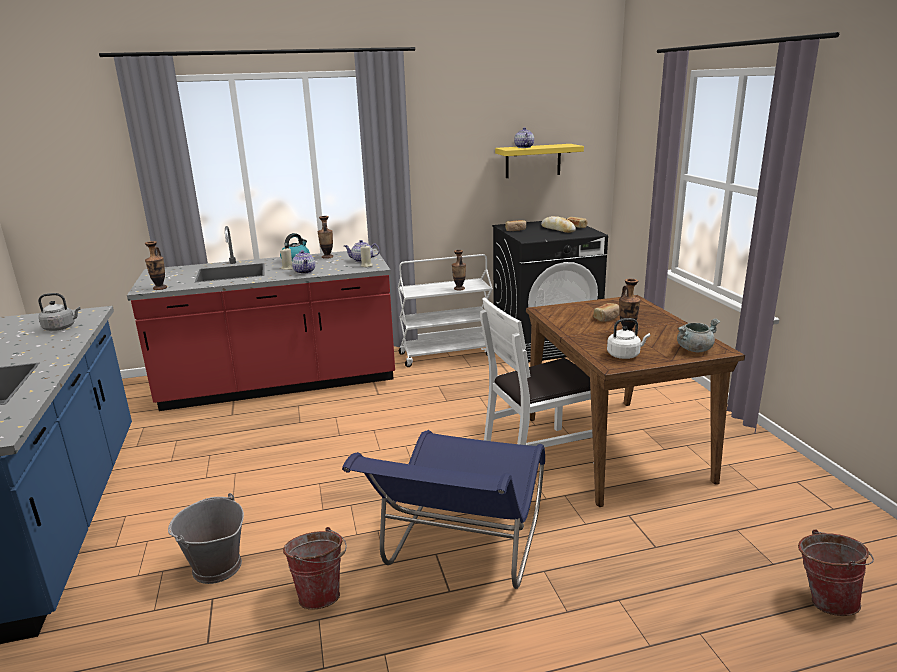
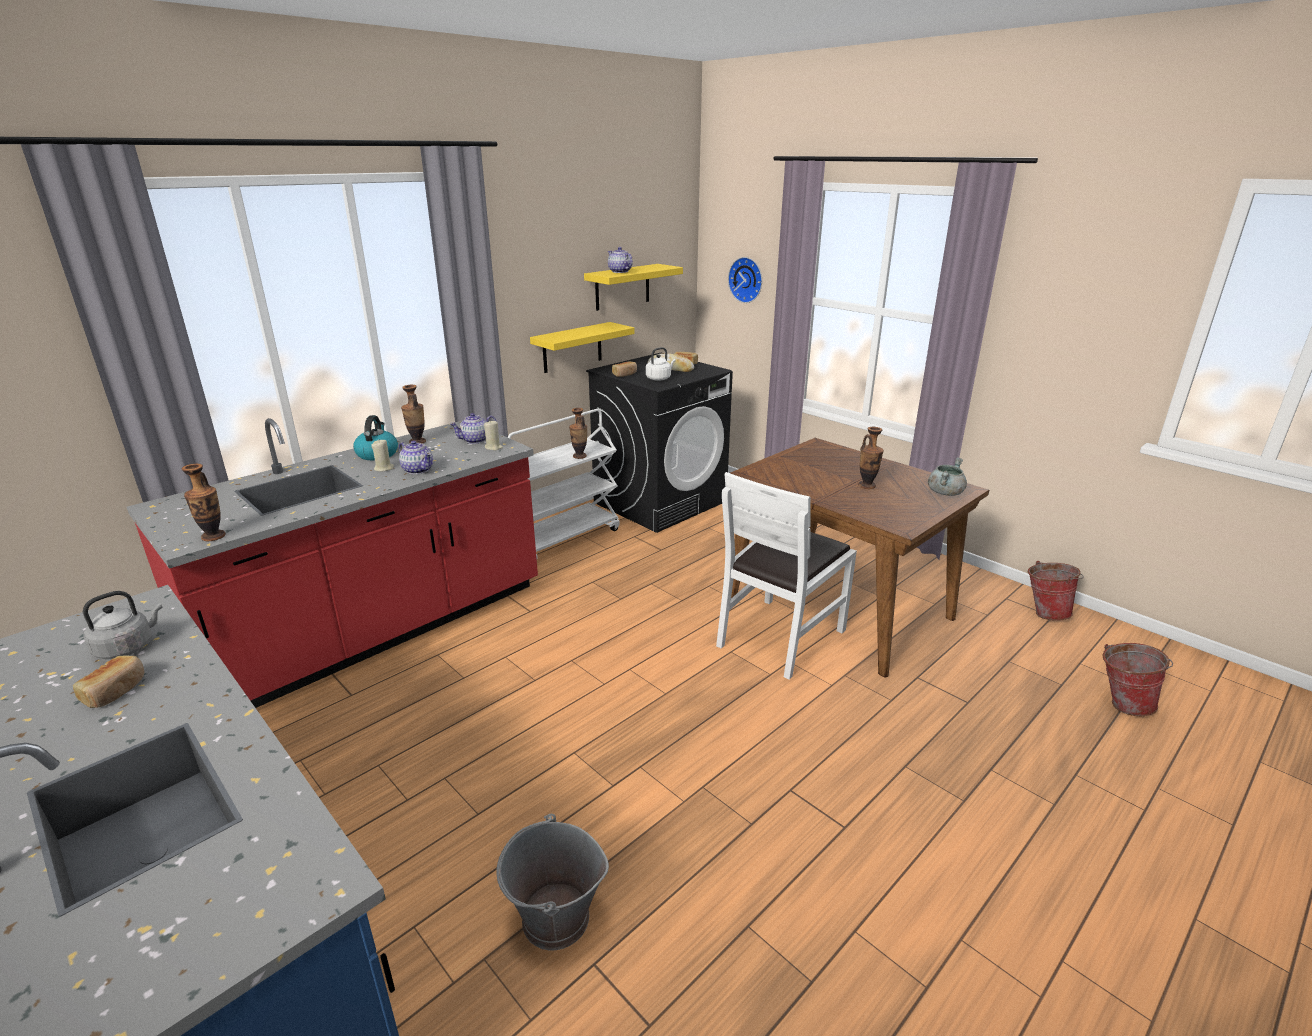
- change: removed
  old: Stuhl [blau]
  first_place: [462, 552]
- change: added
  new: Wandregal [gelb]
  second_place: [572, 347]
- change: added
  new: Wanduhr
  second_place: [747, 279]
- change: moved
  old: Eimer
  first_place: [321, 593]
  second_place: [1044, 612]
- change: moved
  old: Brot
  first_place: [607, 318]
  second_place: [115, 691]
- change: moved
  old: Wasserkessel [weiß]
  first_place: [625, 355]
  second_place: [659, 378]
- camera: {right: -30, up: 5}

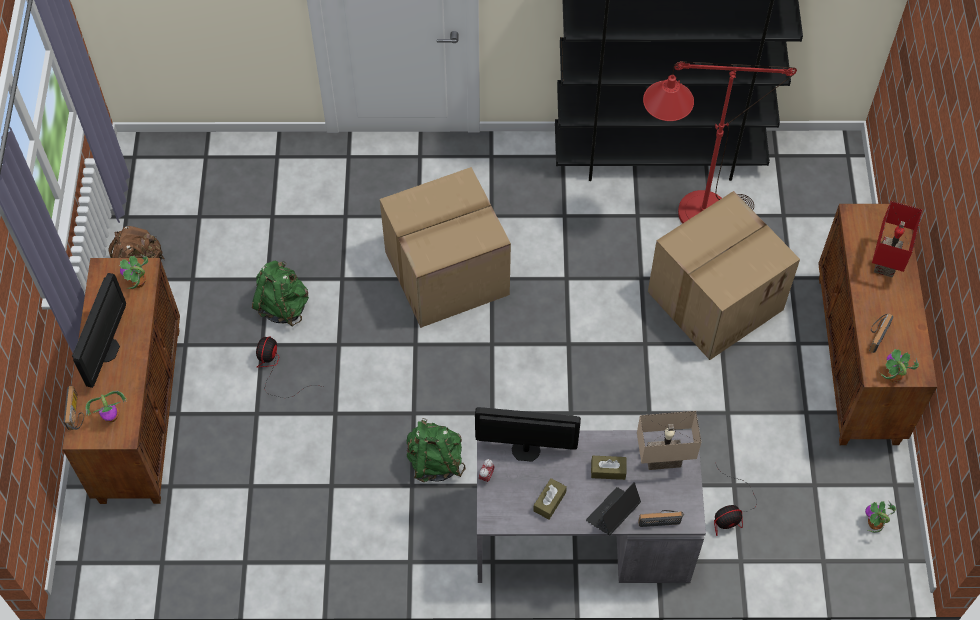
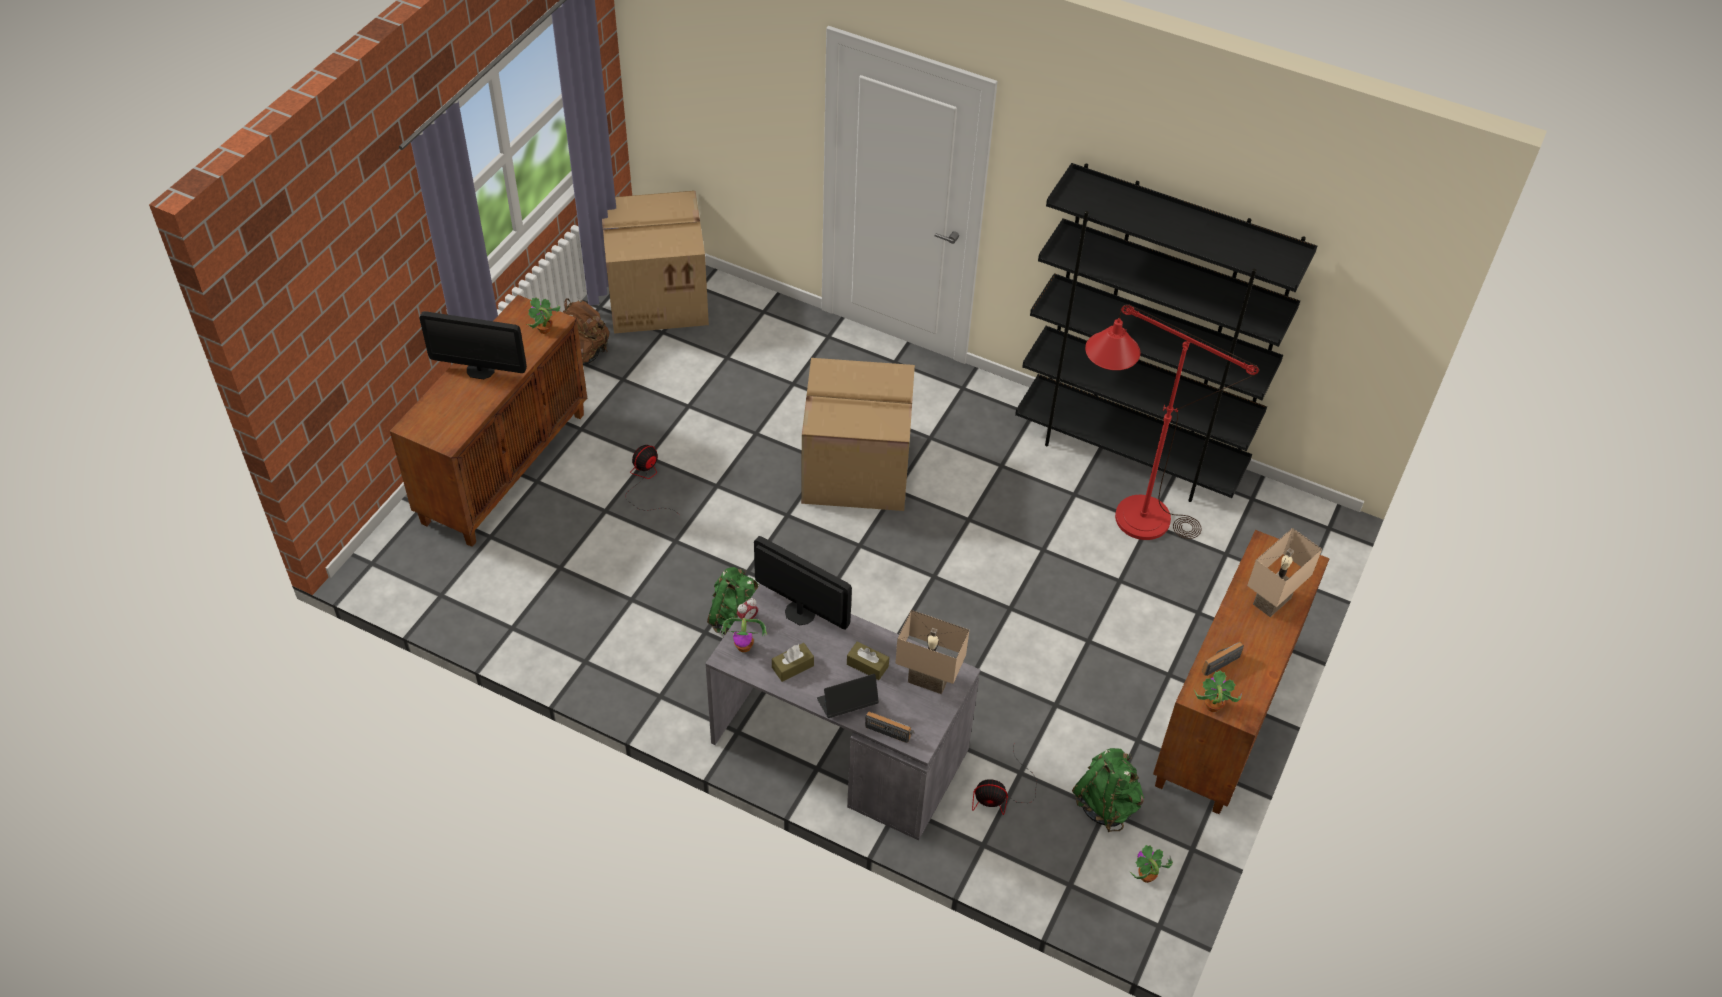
- change: removed
  old: Radio
  first_place: [76, 413]
- change: moved
  old: Topfpflanze
  first_place: [111, 416]
  second_place: [744, 646]
- change: moved
  old: Rucksack [grün]
  first_place: [283, 306]
  second_place: [1106, 804]
- change: moved
  old: Karton
  first_place: [715, 299]
  second_place: [659, 295]
- change: recoloured
  old: Tischlampe [rot]
  new: Tischlampe [beige]
  first_place: [887, 263]
  second_place: [1273, 602]
- change: turned
  old: Monitor
  first_place: [106, 350]
  second_place: [480, 370]
  degrees: 60
- camera: {right: 25, up: -10}

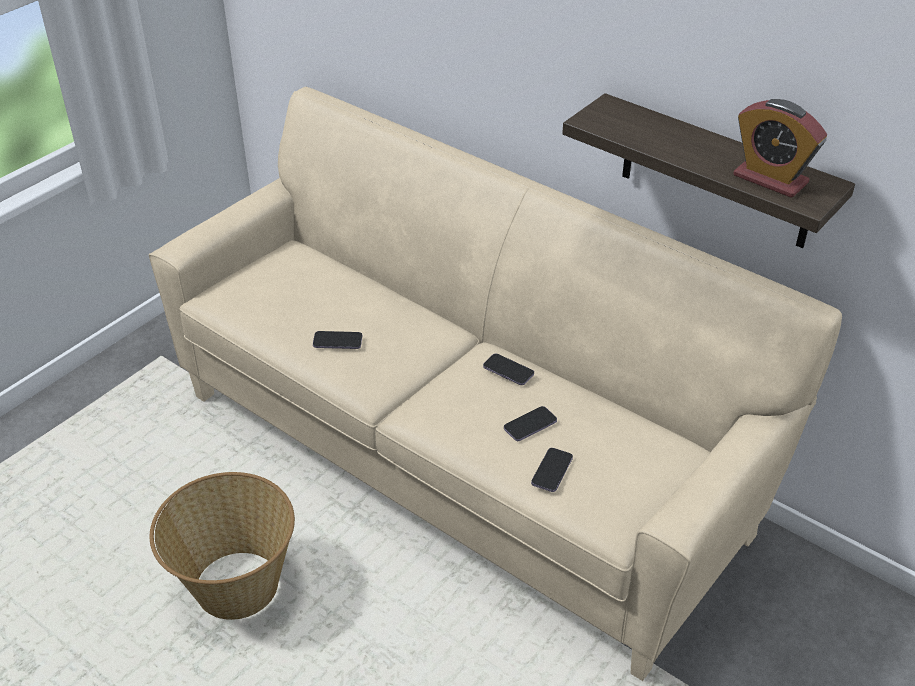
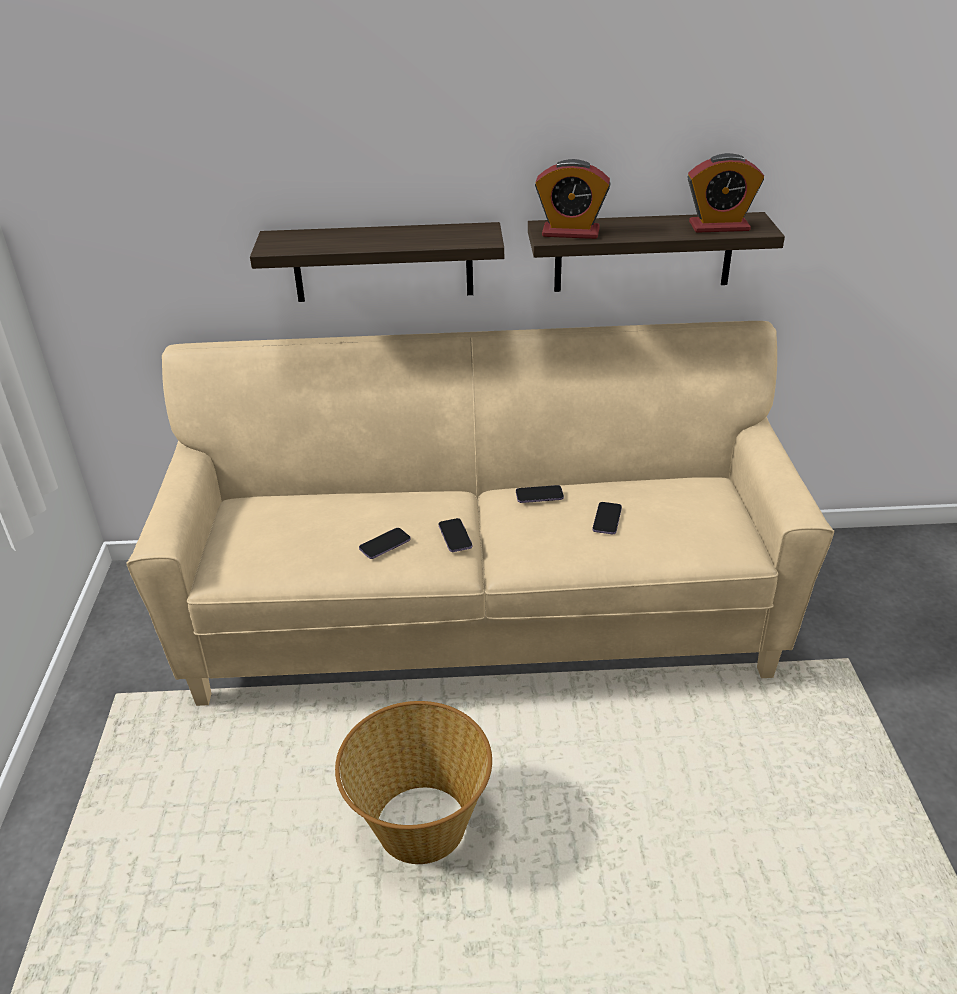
- change: added
  new: Wandregal
  second_place: [383, 262]
- change: added
  new: Wecker
  second_place: [570, 232]
- change: moved
  old: Handy
  first_place: [552, 471]
  second_place: [455, 537]
- camera: {right: -40, up: -5}

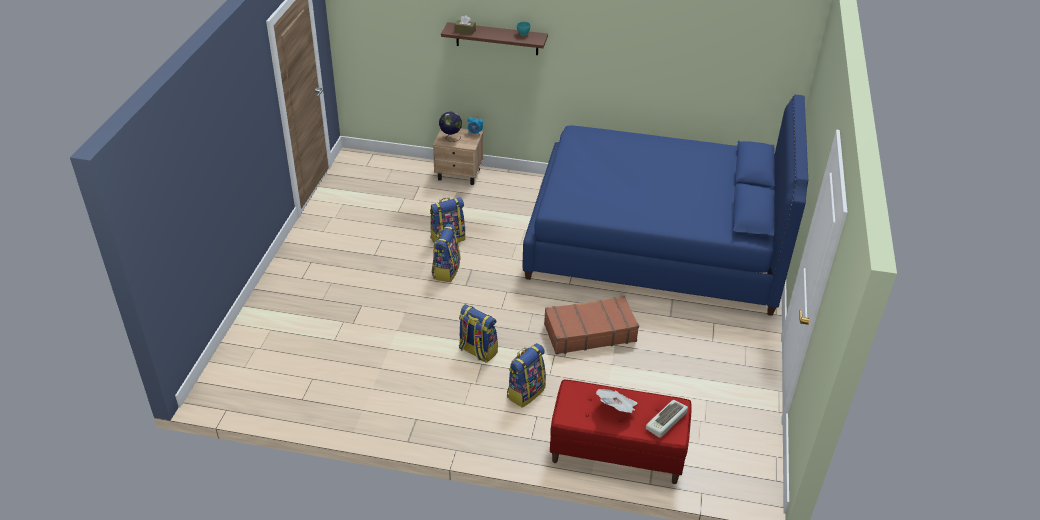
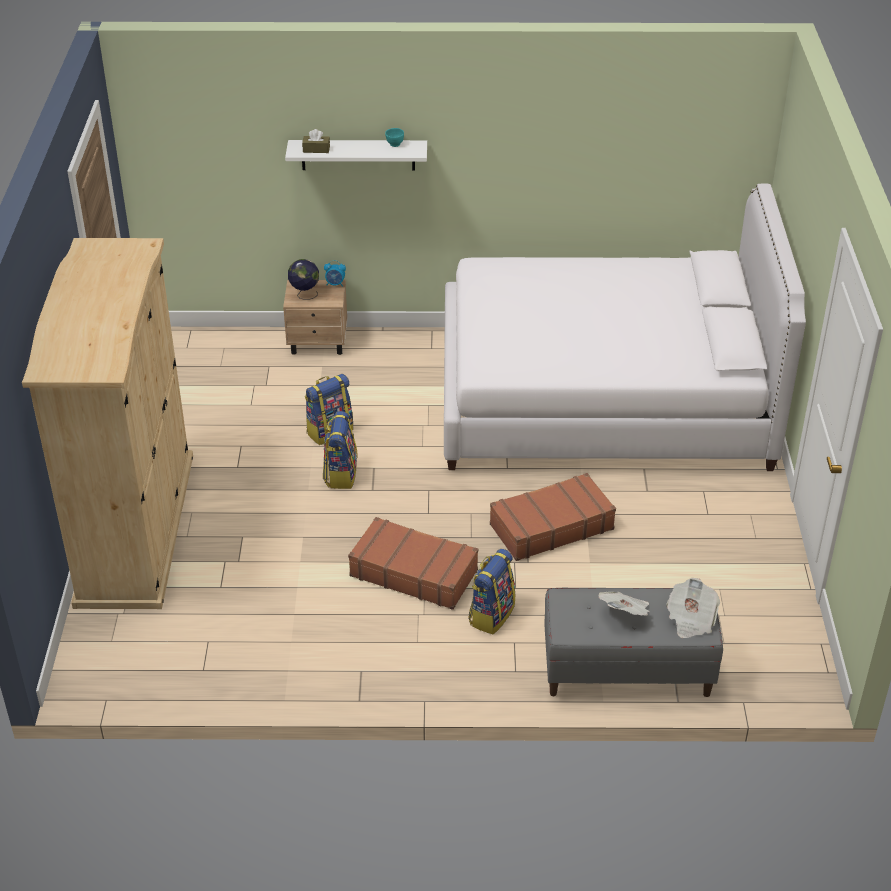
- change: added
  new: Kleiderschrank [beige]
  second_place: [135, 528]
- change: replaced
  old: Rucksack
  new: Koffer [braun]
  first_place: [477, 351]
  second_place: [414, 572]
- change: replaced
  old: Tastatur
  new: Zeitung
  first_place: [667, 421]
  second_place: [690, 619]
- change: recoloured
  old: Wandregal [braun]
  new: Wandregal [weiß]
  first_place: [497, 39]
  second_place: [358, 155]
- change: recoloured
  old: Bett [blau]
  new: Bett [weiß]
  first_place: [655, 242]
  second_place: [602, 398]
- change: recoloured
  old: Bank [rot]
  new: Bank [grau]
  first_place: [616, 452]
  second_place: [626, 670]
- camera: {right: -10, up: 0}

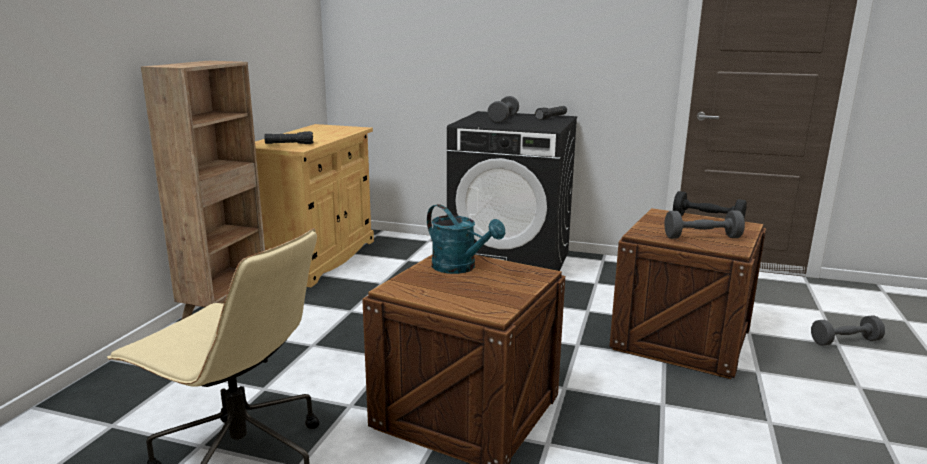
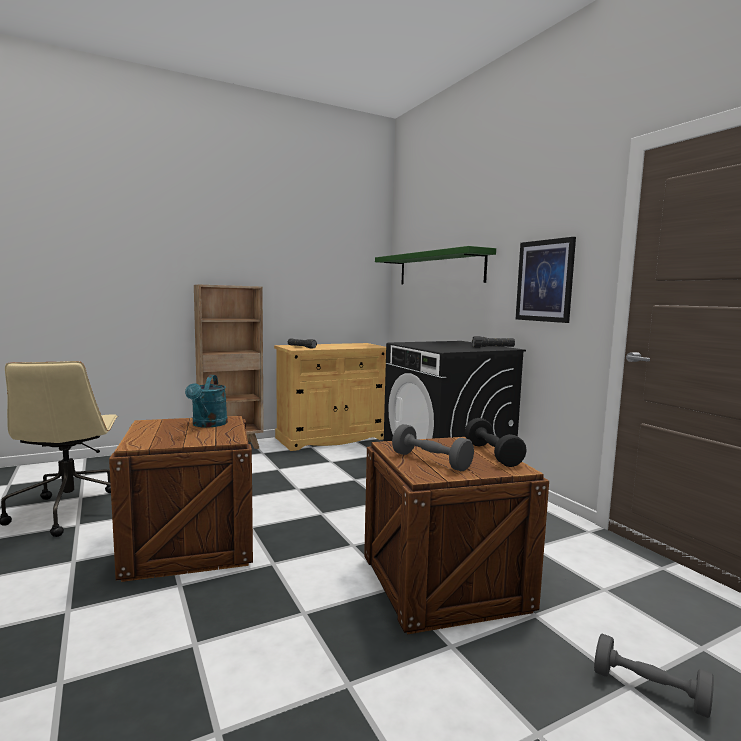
- change: removed
  old: Hantel [grau]
  first_place: [503, 119]
- change: added
  new: Wandregal [grün]
  second_place: [439, 269]
- change: added
  new: Bild
  second_place: [544, 281]
- camera: {right: 45, up: -10}

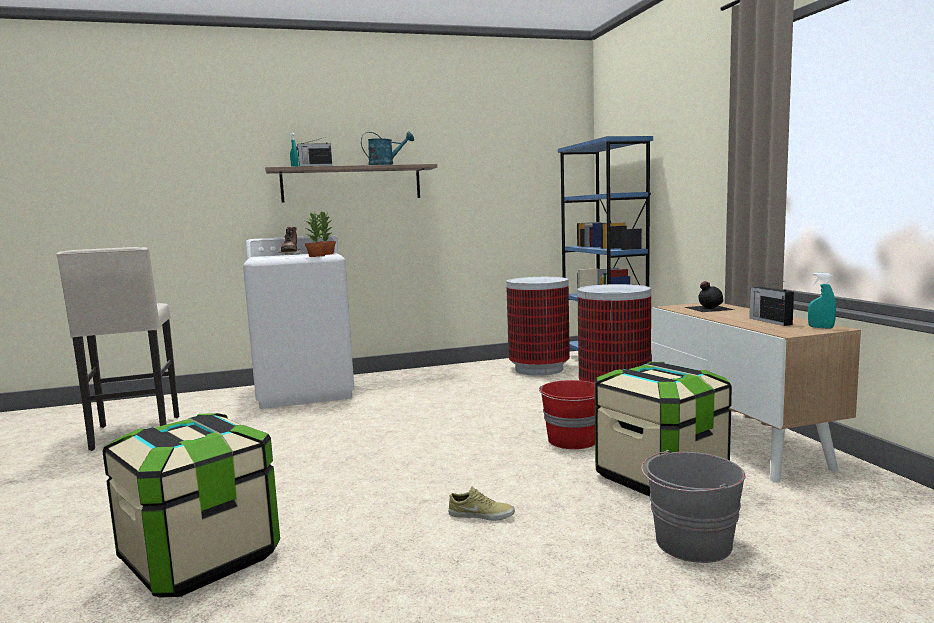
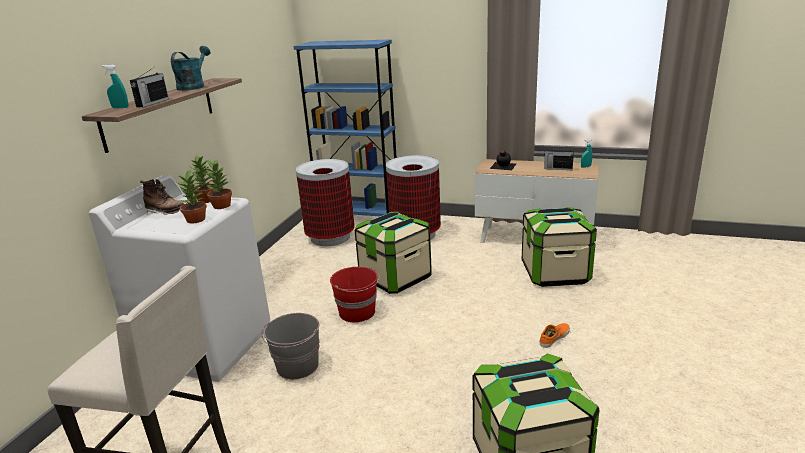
- change: added
  new: Topfpflanze
  second_place: [196, 219]
- change: added
  new: Aufbewahrungsbox
  second_place: [395, 278]
- change: moved
  old: Eimer [rot]
  first_place: [573, 440]
  second_place: [358, 312]
- change: moved
  old: Eimer [grau]
  first_place: [691, 544]
  second_place: [297, 366]
- change: recoloured
  old: Schuh [beige]
  new: Schuh [orange]
  first_place: [481, 514]
  second_place: [553, 337]
- camera: {right: -55, up: 15}

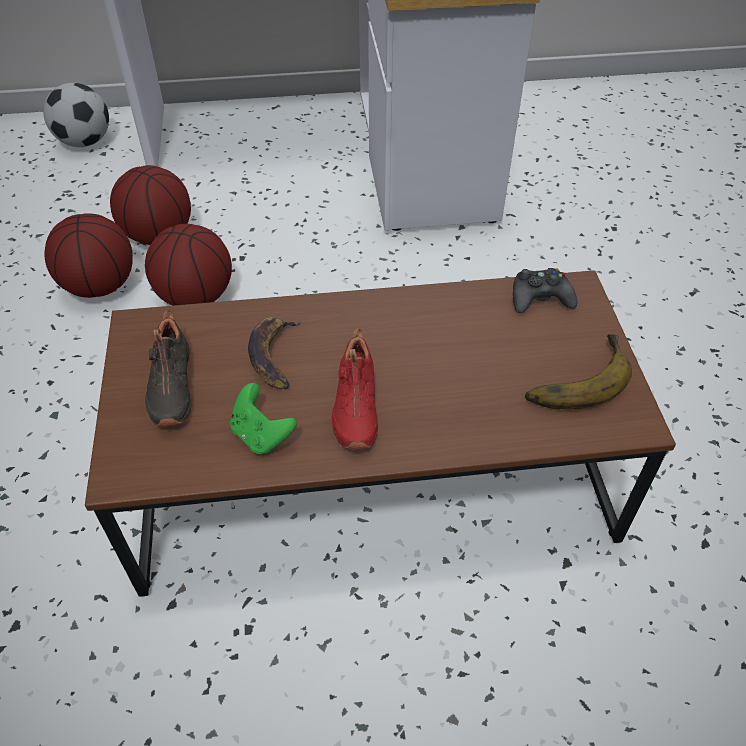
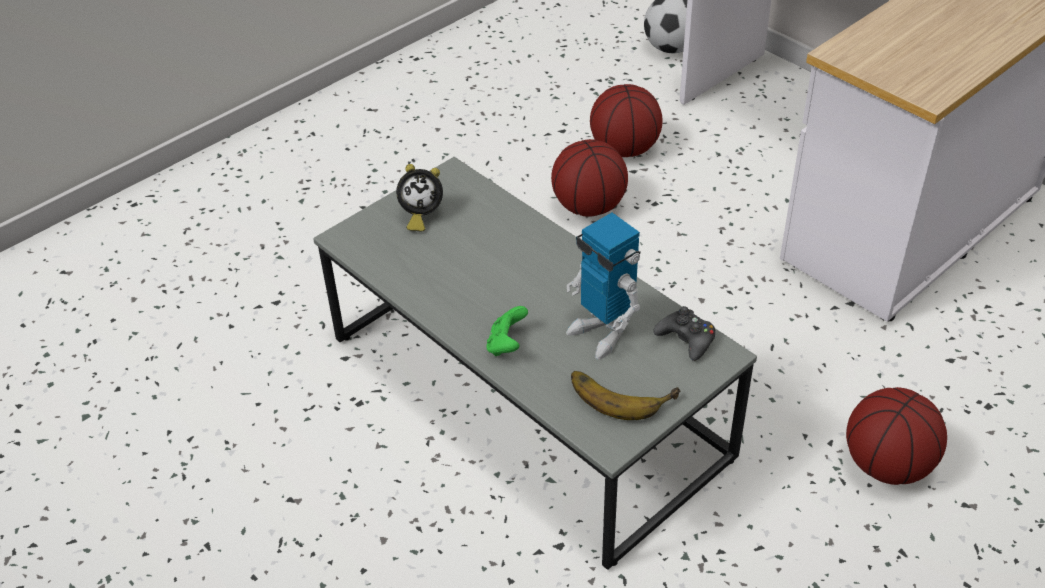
- change: removed
  old: Banane
  first_place: [274, 356]
- change: removed
  old: Schuh [rot]
  first_place: [353, 407]
- change: added
  new: Spielzeugroboter
  second_place: [602, 333]
- change: moved
  old: Basketball
  first_place: [99, 286]
  second_place: [886, 465]
- change: moved
  old: Gamepad [grün]
  first_place: [261, 435]
  second_place: [506, 345]
- change: replaced
  old: Schuh [schwarz]
  new: Wecker
  first_place: [169, 387]
  second_place: [420, 216]
- change: recoloured
  old: Couchtisch [braun]
  new: Couchtisch [grau]
  first_place: [373, 479]
  second_place: [526, 397]
- camera: {right: 55, up: -5}

